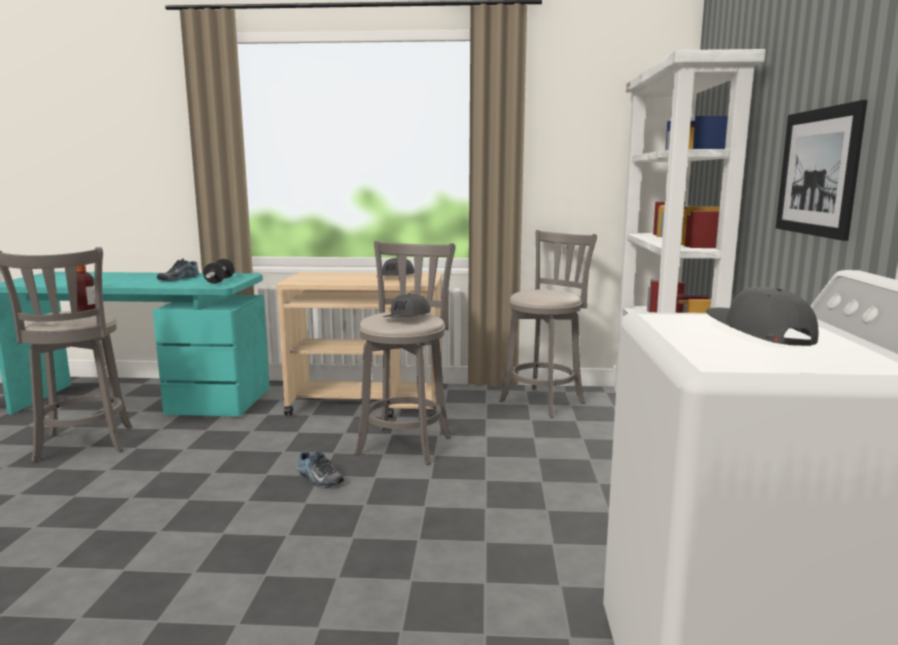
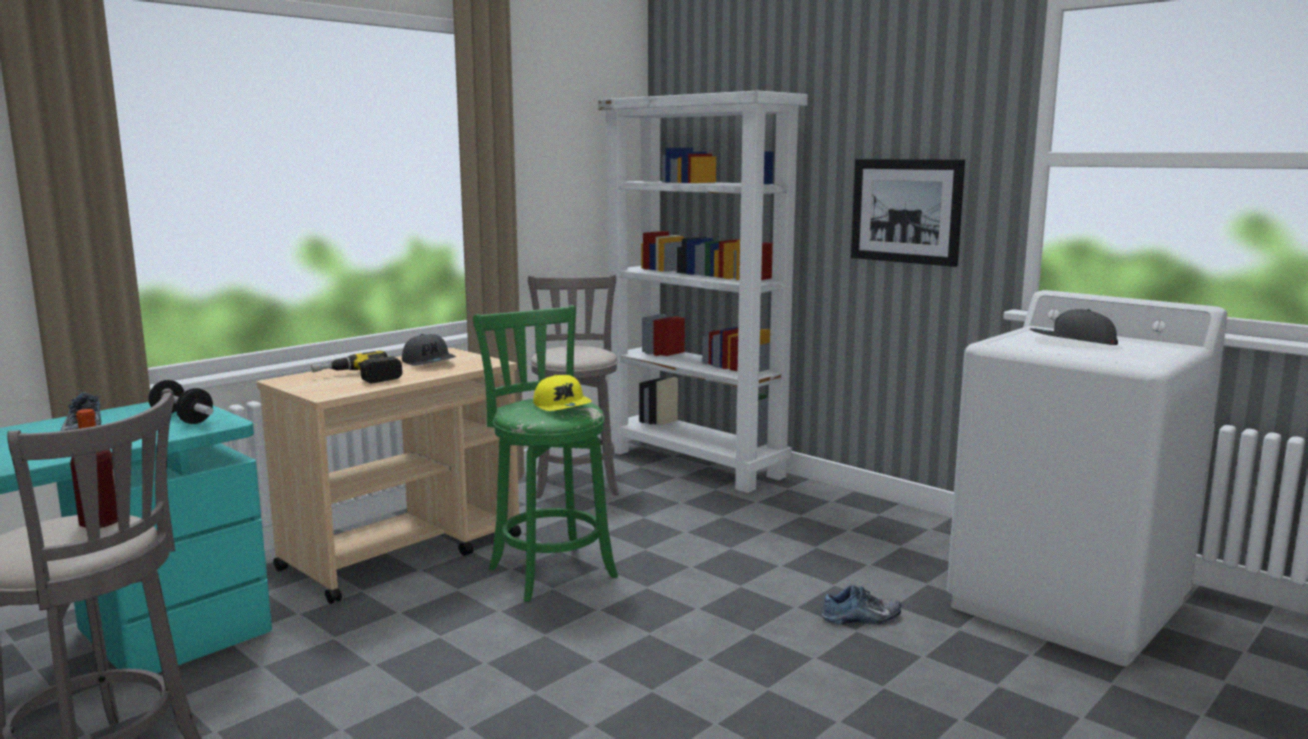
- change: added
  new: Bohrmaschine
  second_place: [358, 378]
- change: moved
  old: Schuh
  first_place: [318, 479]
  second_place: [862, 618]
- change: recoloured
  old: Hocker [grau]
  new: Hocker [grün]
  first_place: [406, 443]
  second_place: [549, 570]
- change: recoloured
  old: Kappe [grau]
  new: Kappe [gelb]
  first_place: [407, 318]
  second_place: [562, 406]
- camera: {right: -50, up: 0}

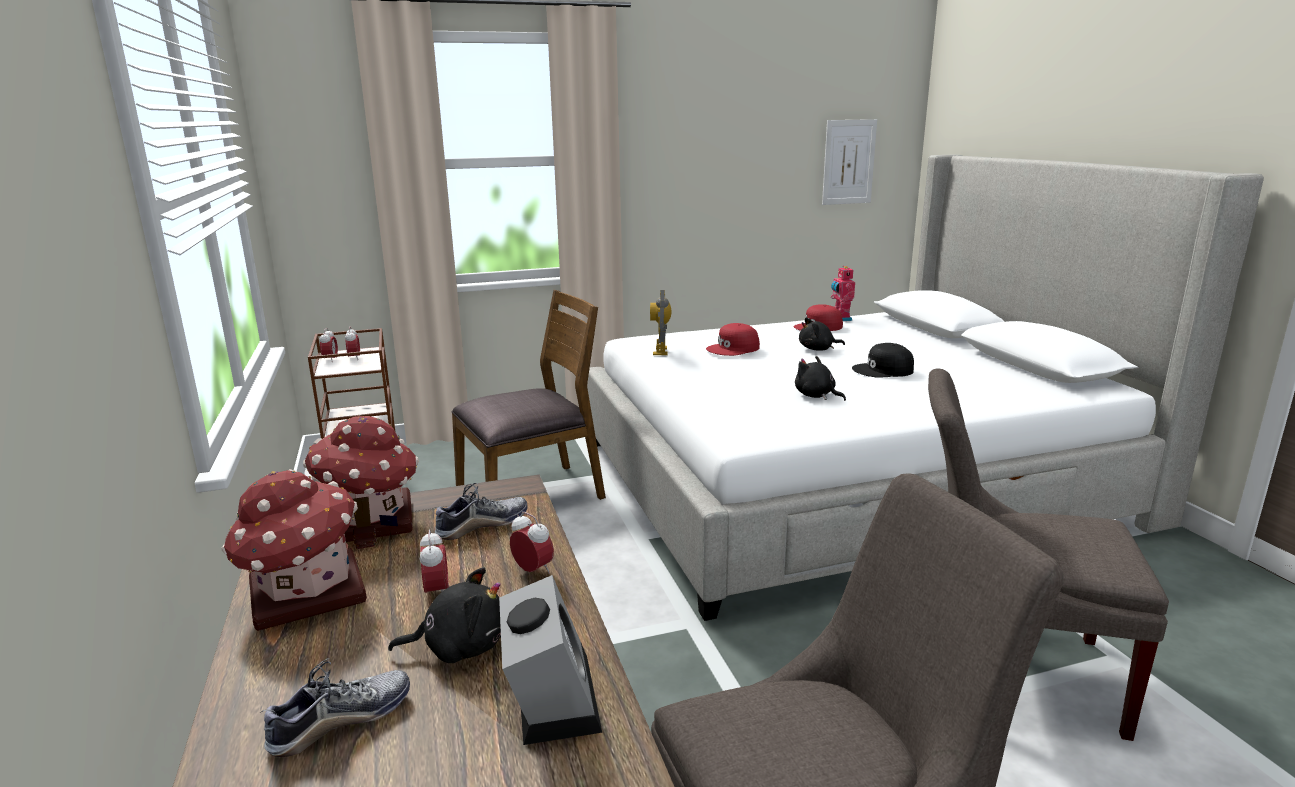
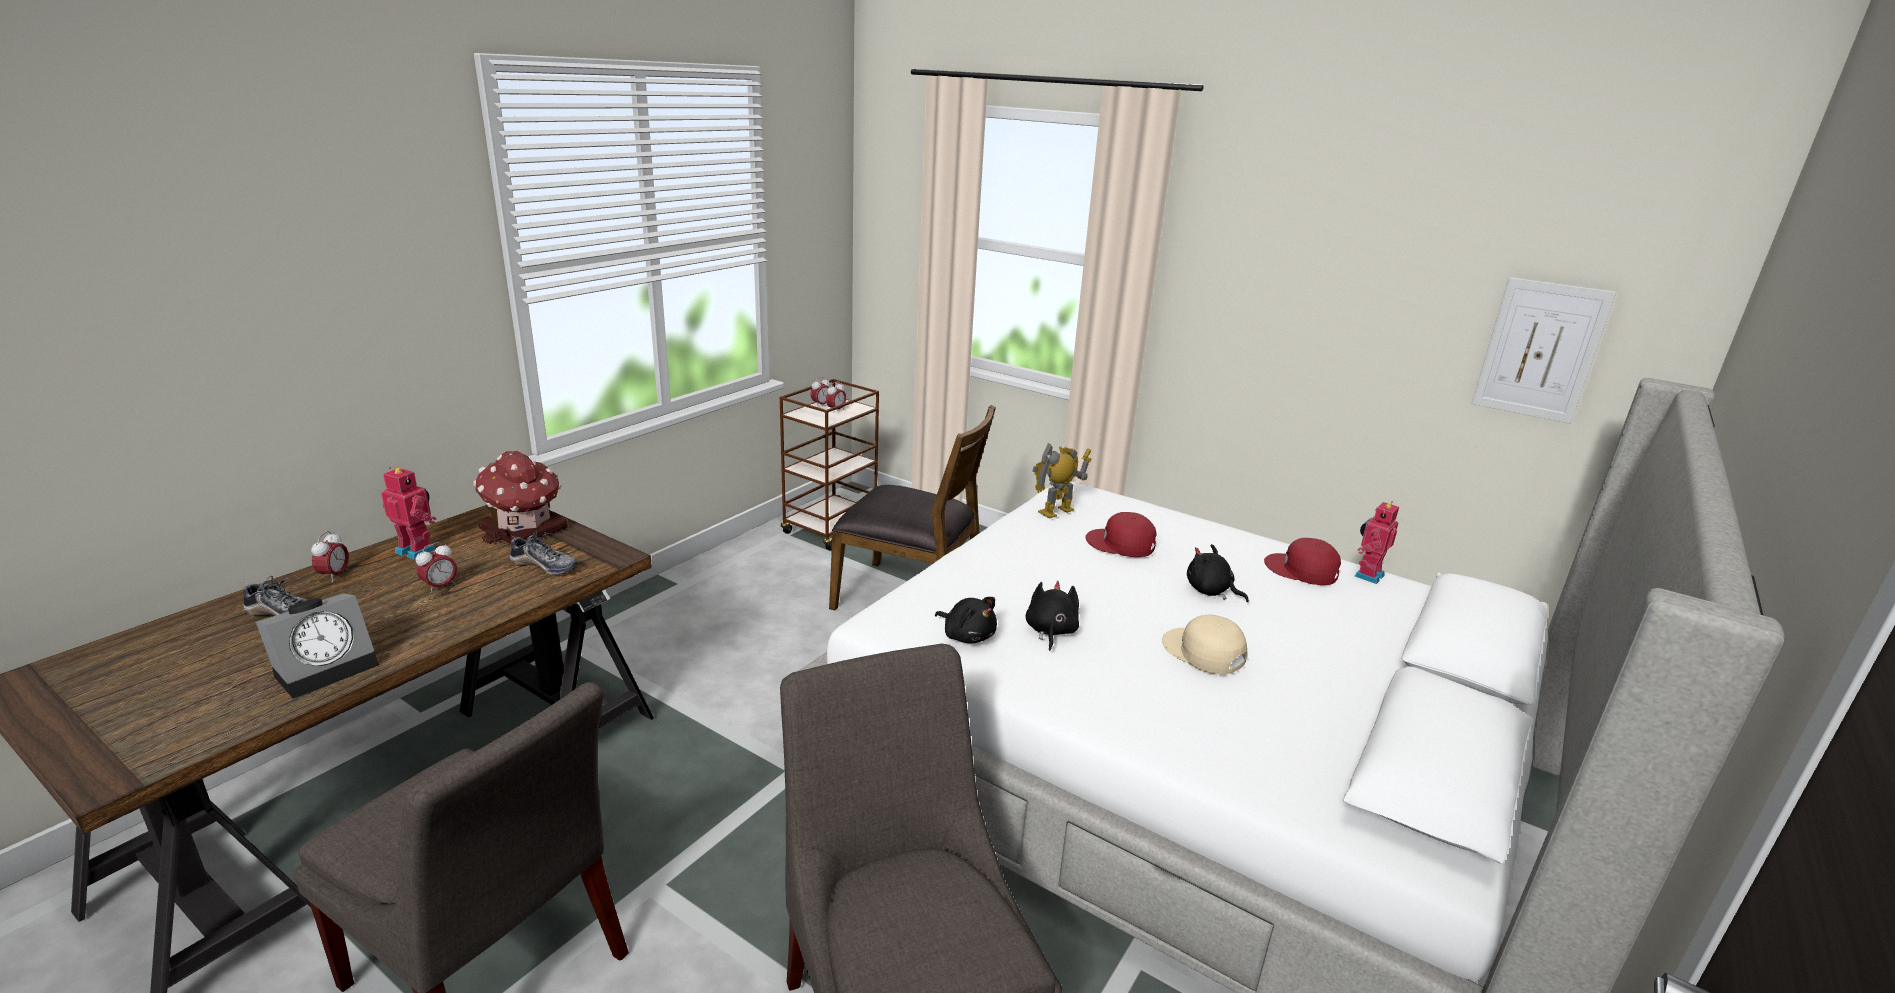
- change: moved
  old: Plüschtier [schwarz]
  first_place: [460, 646]
  second_place: [967, 635]
- change: moved
  old: Wecker
  first_place: [533, 571]
  second_place: [335, 576]
- change: replaced
  old: Spielzeughaus
  new: Spielzeugroboter
  first_place: [305, 595]
  second_place: [417, 550]
- change: recoloured
  old: Kappe [schwarz]
  new: Kappe [beige]
  first_place: [883, 370]
  second_place: [1203, 652]
- camera: {right: 50, up: 5}

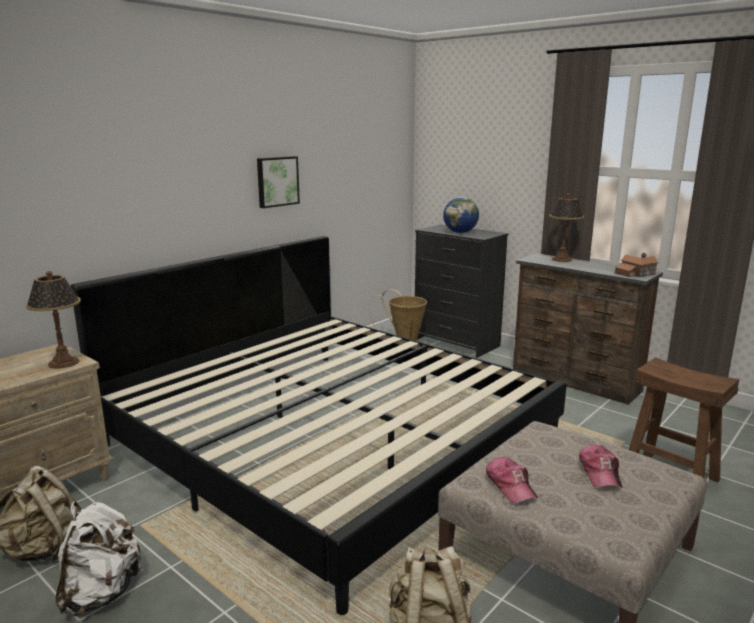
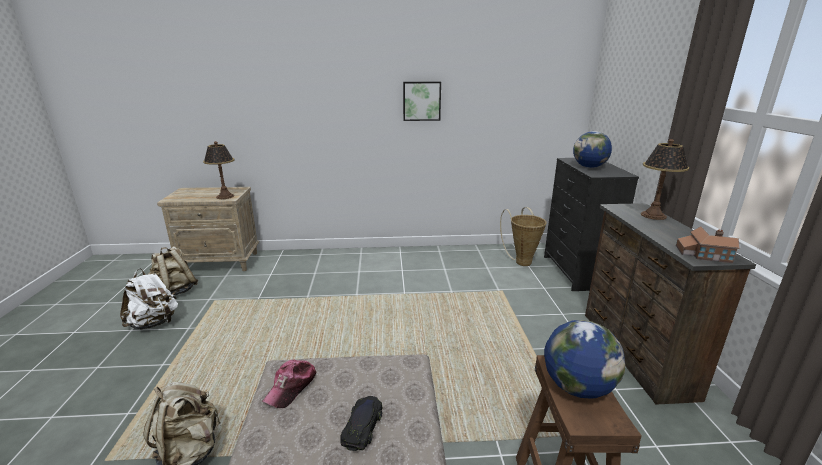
- change: removed
  old: Bett
  first_place: [330, 441]
- change: added
  new: Globus
  second_place: [577, 387]
- change: replaced
  old: Kappe
  new: Spielzeugauto [schwarz]
  first_place: [600, 473]
  second_place: [363, 426]
- camera: {right: 45, up: 5}

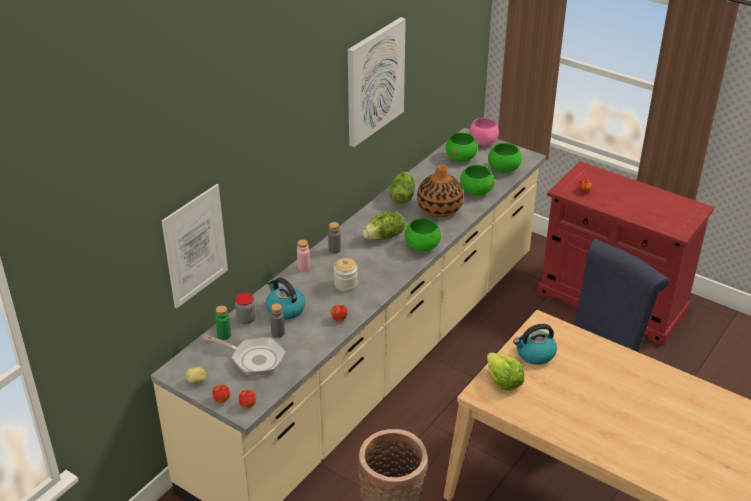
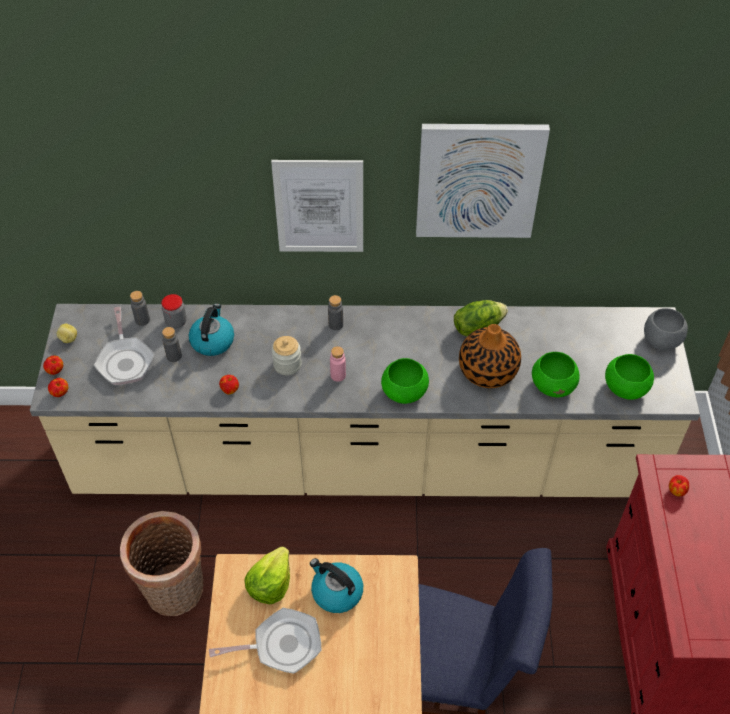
- change: removed
  old: Salatkopf
  first_place: [385, 237]
- change: removed
  old: Schüssel [grün]
  first_place: [461, 158]
- change: added
  new: Pfanne
  second_place: [281, 645]
- change: moved
  old: Bild
  first_place: [195, 246]
  second_place: [319, 206]
- change: moved
  old: Flasche [rosa]
  first_place: [304, 268]
  second_place: [338, 375]
- change: recoloured
  old: Flasche [grün]
  new: Flasche [grau]
  first_place: [224, 335]
  second_place: [142, 320]
- change: recoloured
  old: Schüssel [rosa]
  new: Schüssel [grau]
  first_place: [483, 142]
  second_place: [662, 340]
- camera: {right: 55, up: 15}

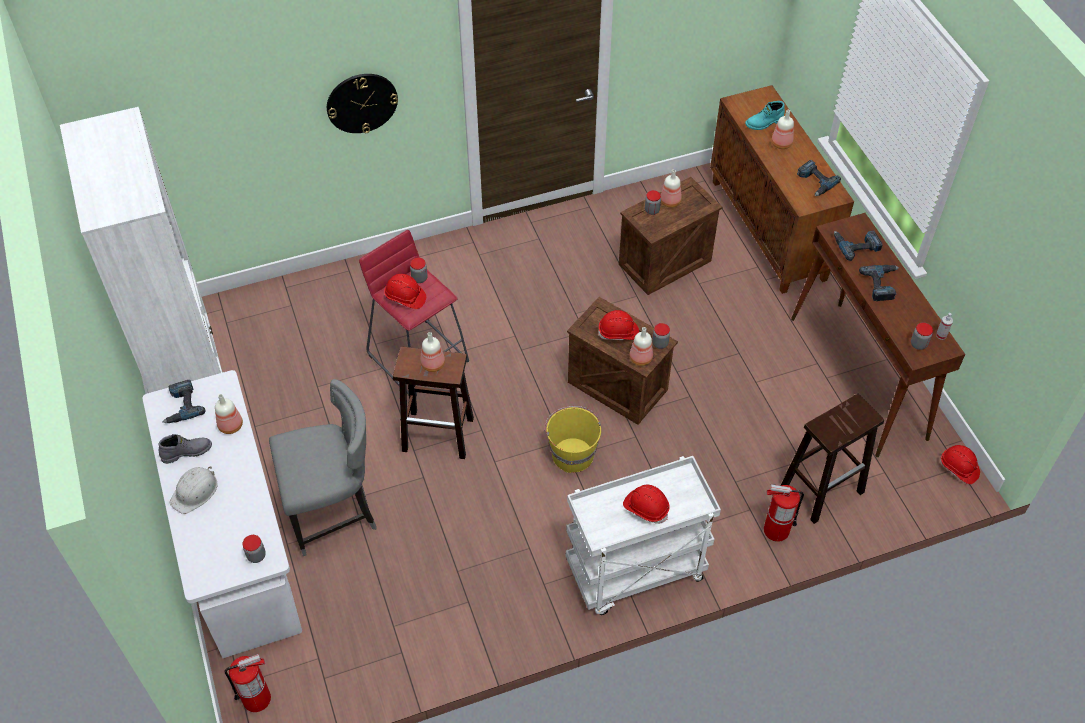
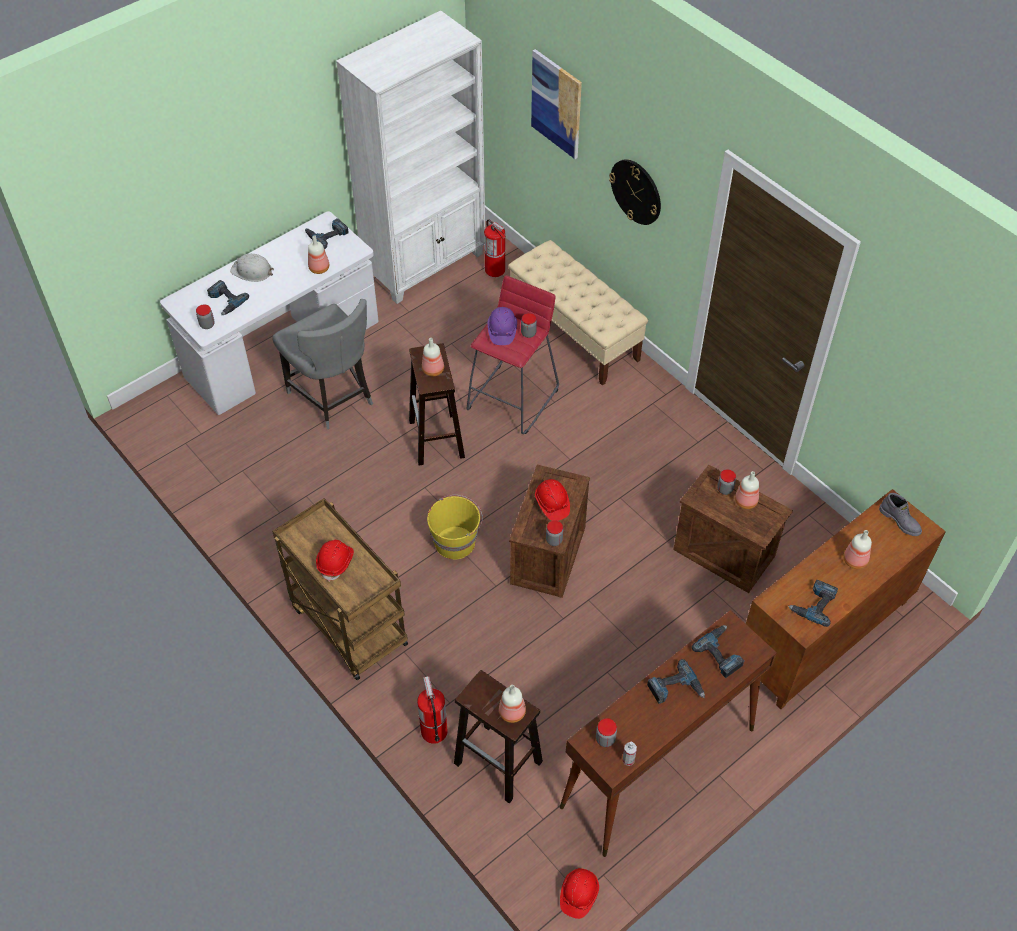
- change: removed
  old: Stiefel [türkis]
  first_place: [764, 123]
- change: added
  new: Bohrmaschine
  second_place: [225, 301]
- change: added
  new: Bank [beige]
  second_place: [575, 333]
- change: added
  new: Bild
  second_place: [556, 104]
- change: moved
  old: Stiefel [grau]
  first_place: [187, 451]
  second_place: [900, 521]
- change: moved
  old: Feuerlöscher
  first_place: [257, 698]
  second_place: [495, 270]
- change: moved
  old: Flasche
  first_place: [640, 358]
  second_place: [511, 711]
- change: recoloured
  old: Schutzhelm [rot]
  new: Schutzhelm [lila]
  first_place: [405, 298]
  second_place: [502, 331]
- change: recoloured
  old: Rollwagen [weiß]
  new: Rollwagen [braun]
  first_place: [635, 573]
  second_place: [347, 625]
- camera: {right: 70, up: 0}

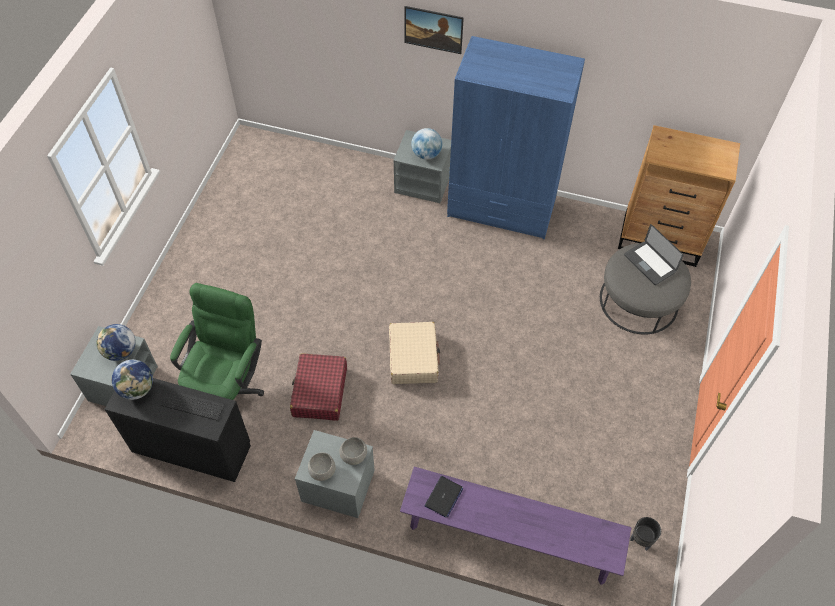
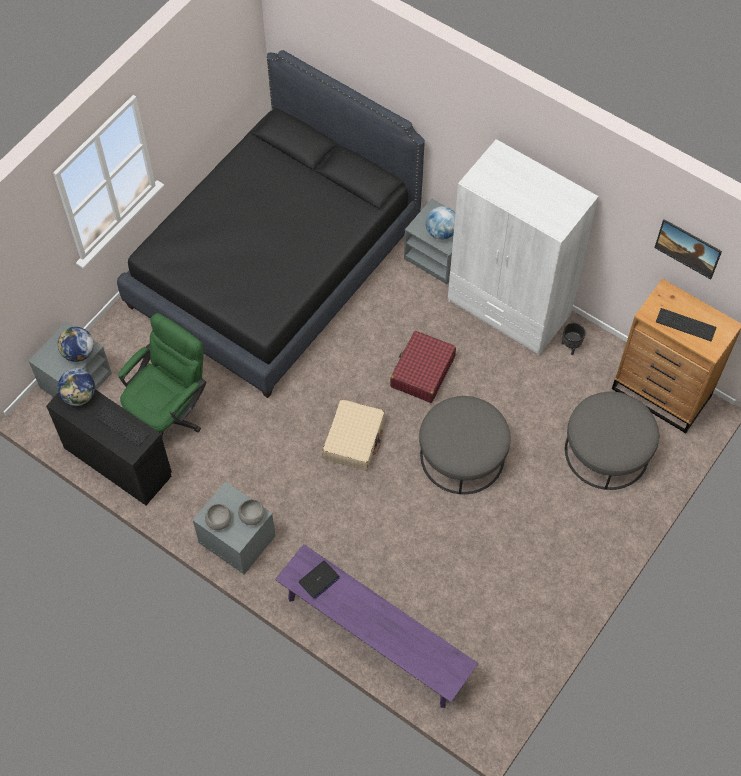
- change: removed
  old: Laptop
  first_place: [649, 263]
- change: added
  new: Bett [schwarz]
  second_place: [275, 265]
- change: added
  new: Polsterhocker [grau]
  second_place: [462, 456]
- change: added
  new: Tastatur
  second_place: [686, 324]
- change: moved
  old: Koffer [rot]
  first_place: [319, 392]
  second_place: [422, 372]
- change: moved
  old: Bild
  first_place: [433, 38]
  second_place: [685, 255]
- change: moved
  old: Pflanzkübel [schwarz]
  first_place: [641, 540]
  second_place: [570, 347]
- change: recoloured
  old: Kleiderschrank [blau]
  new: Kleiderschrank [weiß]
  first_place: [502, 208]
  second_place: [509, 309]
- camera: {right: 20, up: 5}

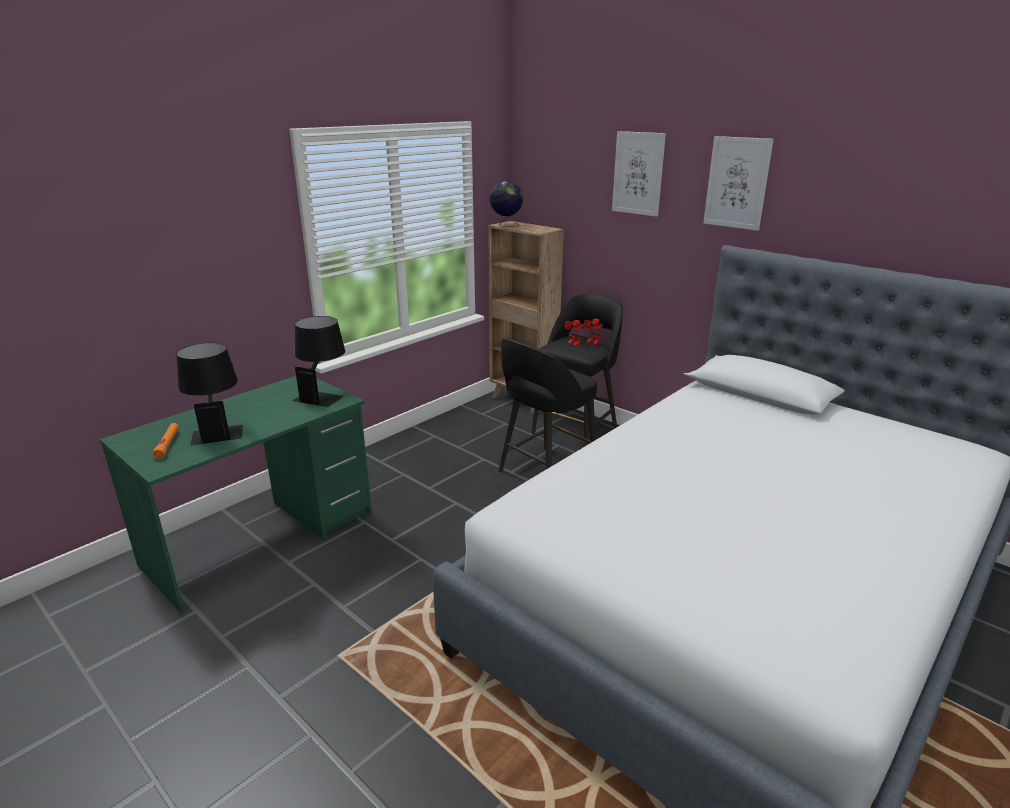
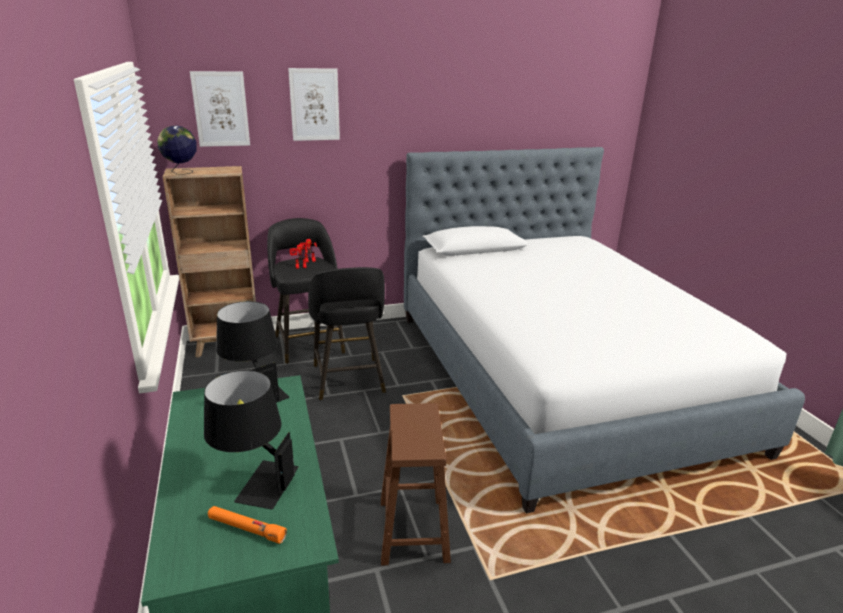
- change: added
  new: Hocker [braun]
  second_place: [414, 531]
- change: moved
  old: Bild
  first_place: [737, 183]
  second_place: [221, 109]
- camera: {right: -60, up: 0}

